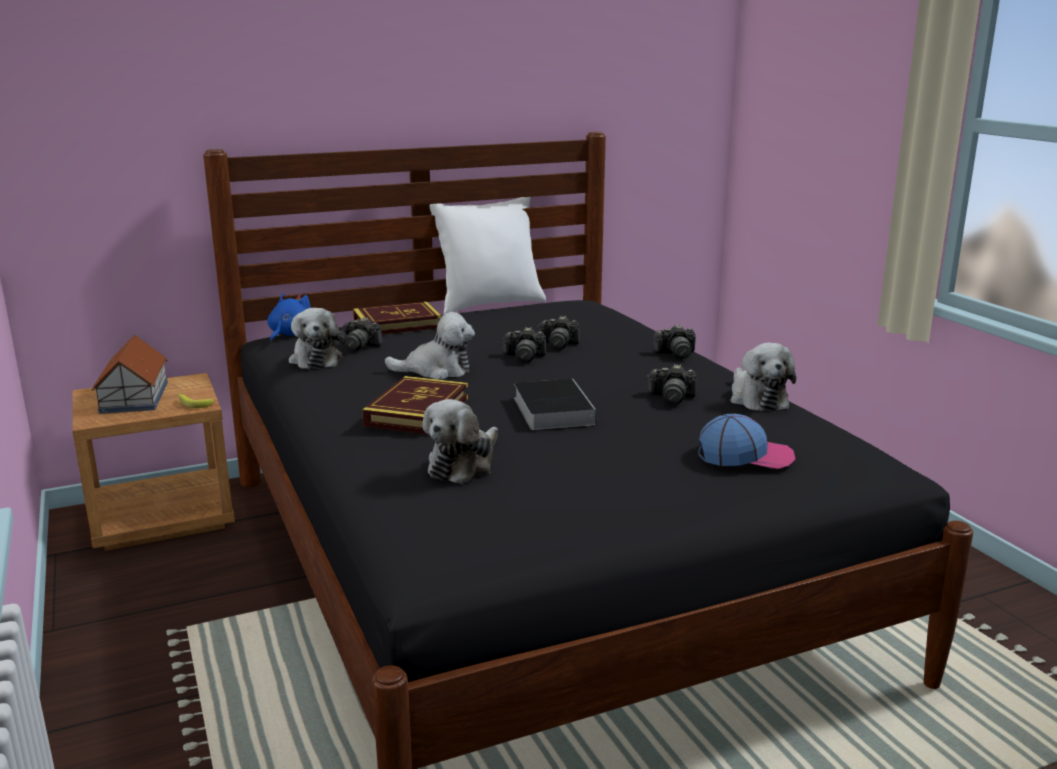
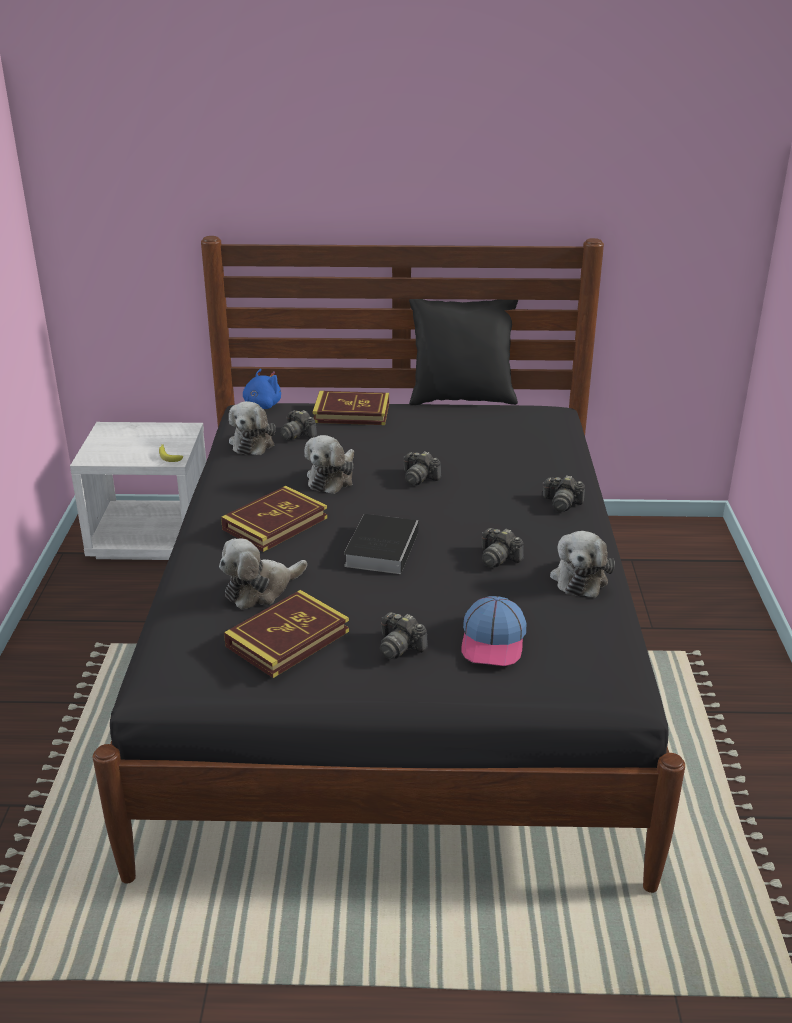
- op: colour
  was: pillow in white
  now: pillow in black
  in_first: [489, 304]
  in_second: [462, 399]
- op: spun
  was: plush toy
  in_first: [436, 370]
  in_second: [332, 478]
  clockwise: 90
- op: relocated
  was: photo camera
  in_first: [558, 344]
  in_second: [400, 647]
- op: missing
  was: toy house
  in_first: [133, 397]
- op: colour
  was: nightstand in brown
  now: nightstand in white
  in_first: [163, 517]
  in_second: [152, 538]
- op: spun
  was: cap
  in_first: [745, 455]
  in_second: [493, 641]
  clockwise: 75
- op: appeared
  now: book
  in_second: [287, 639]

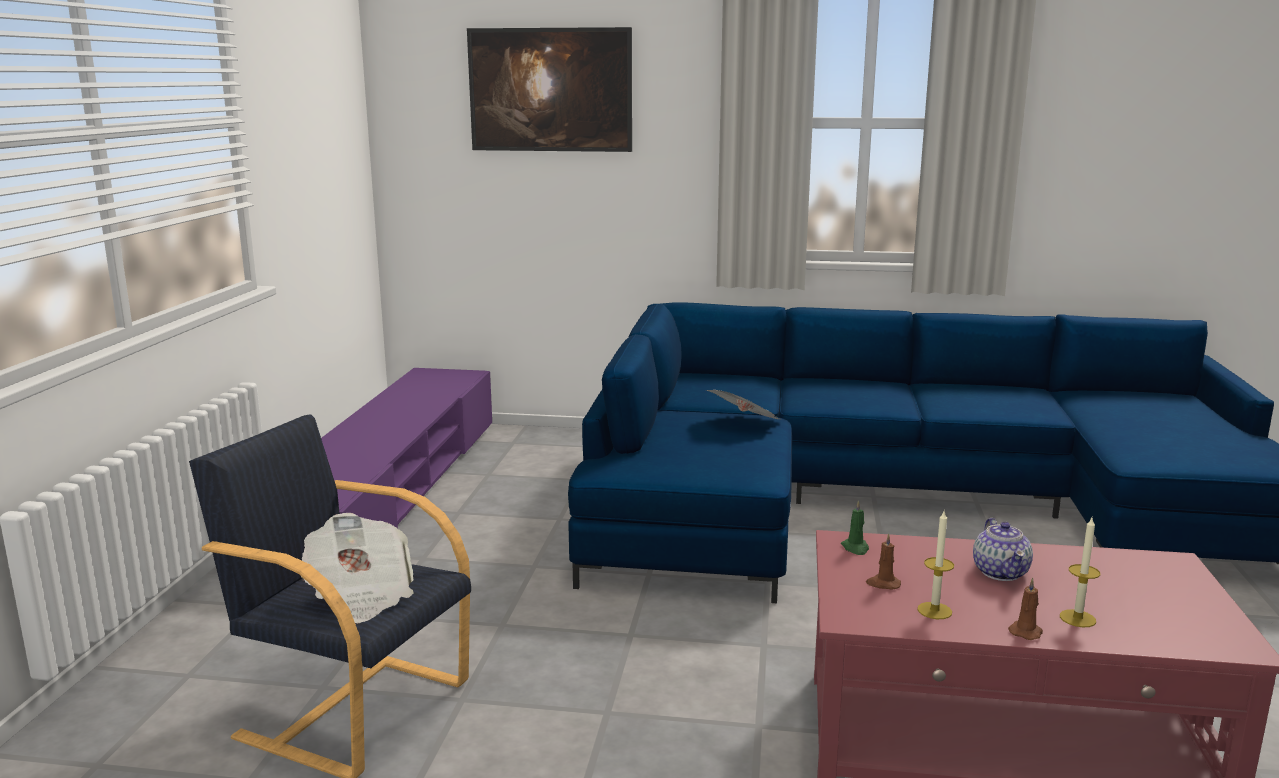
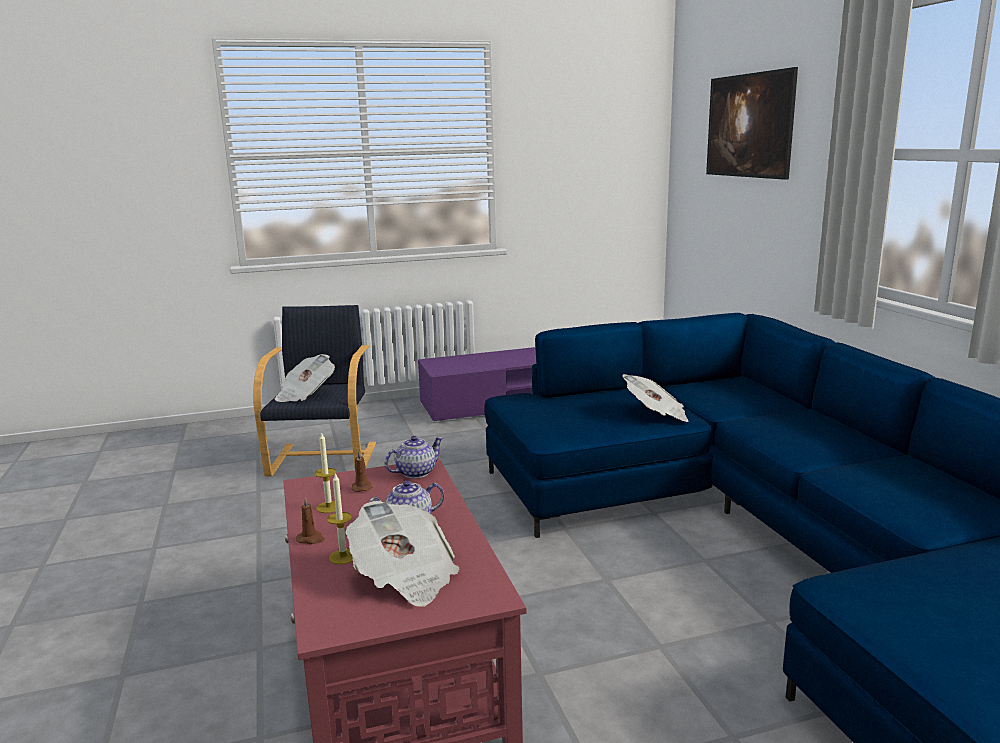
- op: exchanged
  was: candle in green
  now: teapot
  in_first: [855, 548]
  in_second: [415, 472]
- op: appeared
  now: newspaper
  in_second: [405, 577]

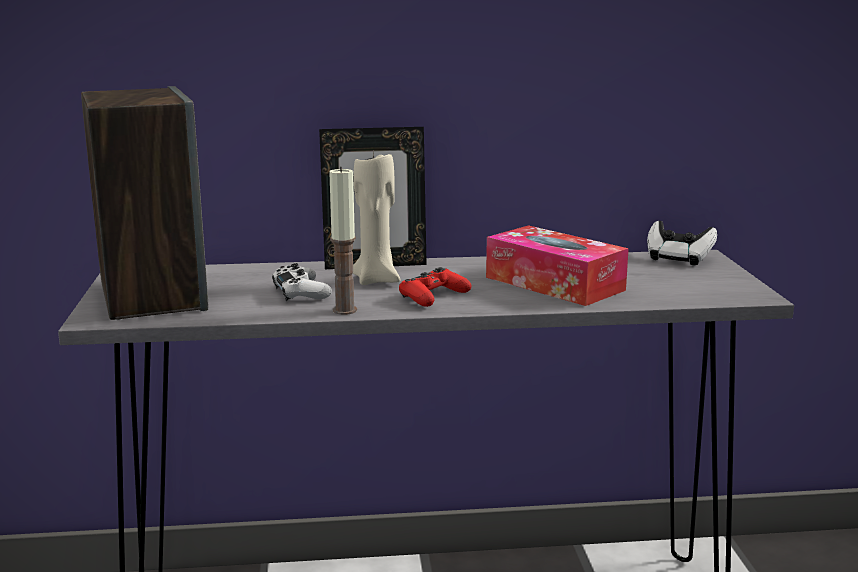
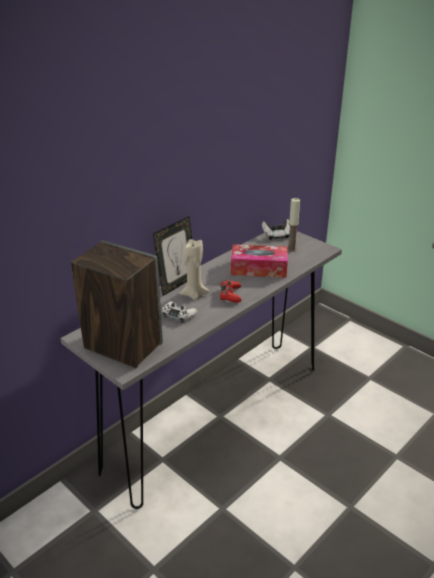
- op: relocated
  was: candle
  in_first: [344, 310]
  in_second: [291, 249]

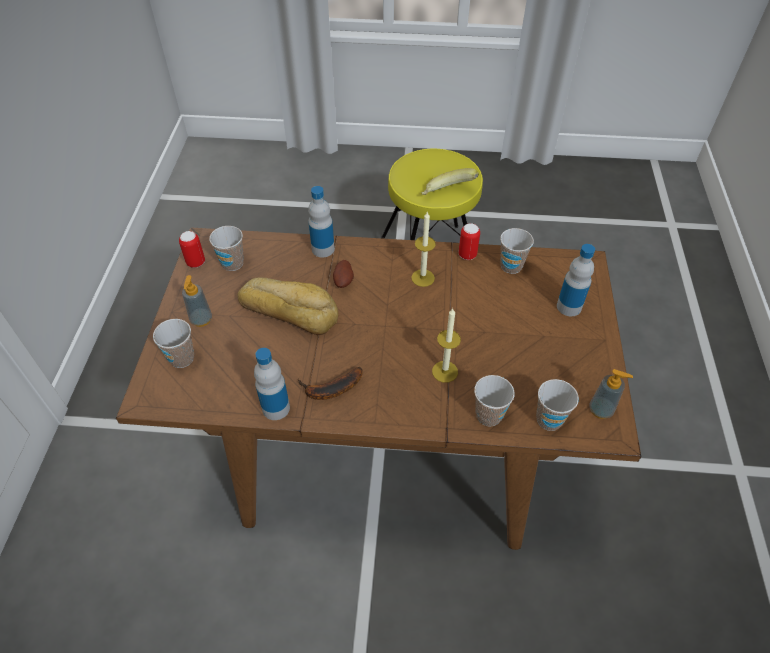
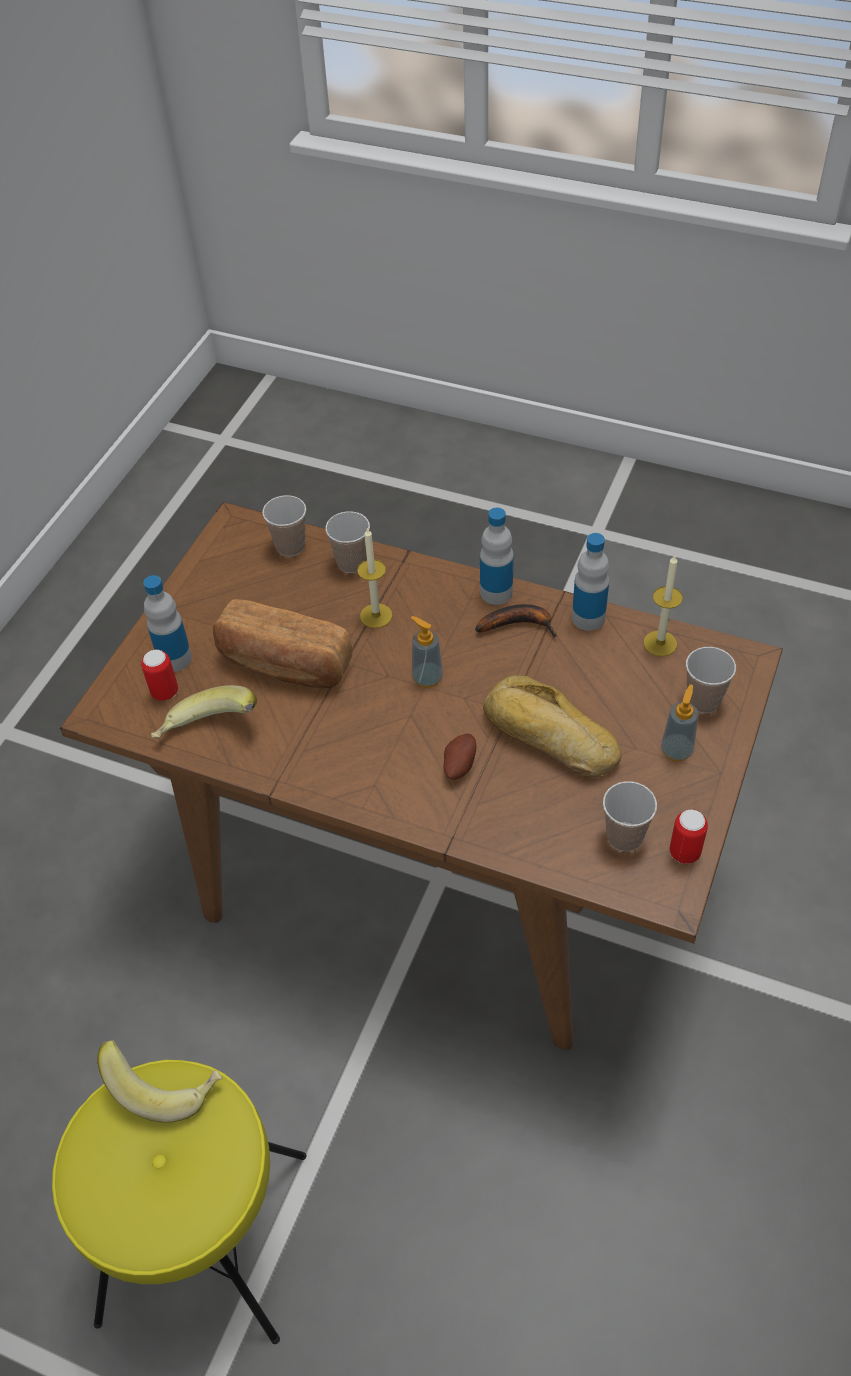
- op: relocated
  was: bottle
  in_first: [323, 249]
  in_second: [496, 592]
- op: relocated
  was: candle
  in_first: [423, 278]
  in_second: [660, 643]
- op: relocated
  was: can
  in_first: [467, 255]
  in_second: [165, 692]
- op: exchanged
  was: cup
  now: banana
  in_first: [511, 266]
  in_second: [208, 733]
- op: relocated
  was: soap dispenser
  in_first: [601, 410]
  in_second: [427, 678]
- op: appeared
  now: bread
  in_second: [284, 664]

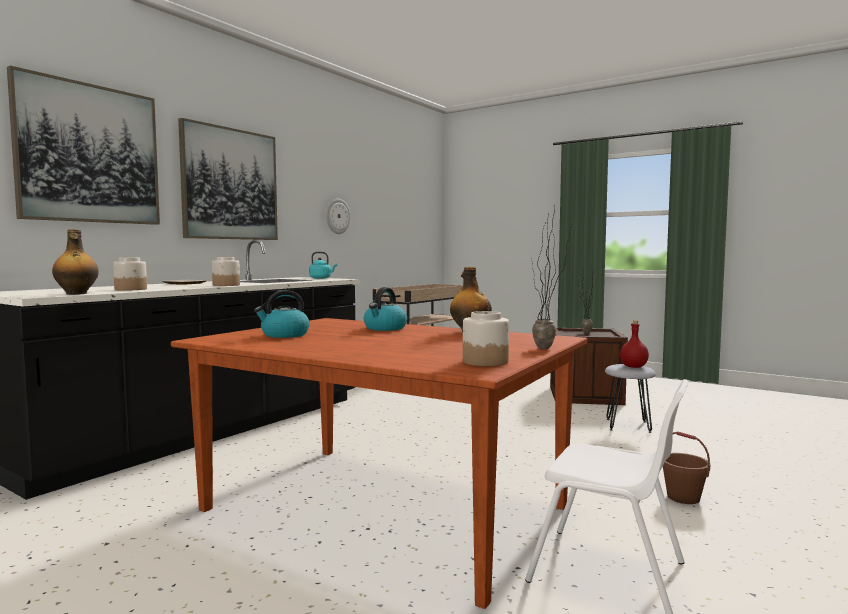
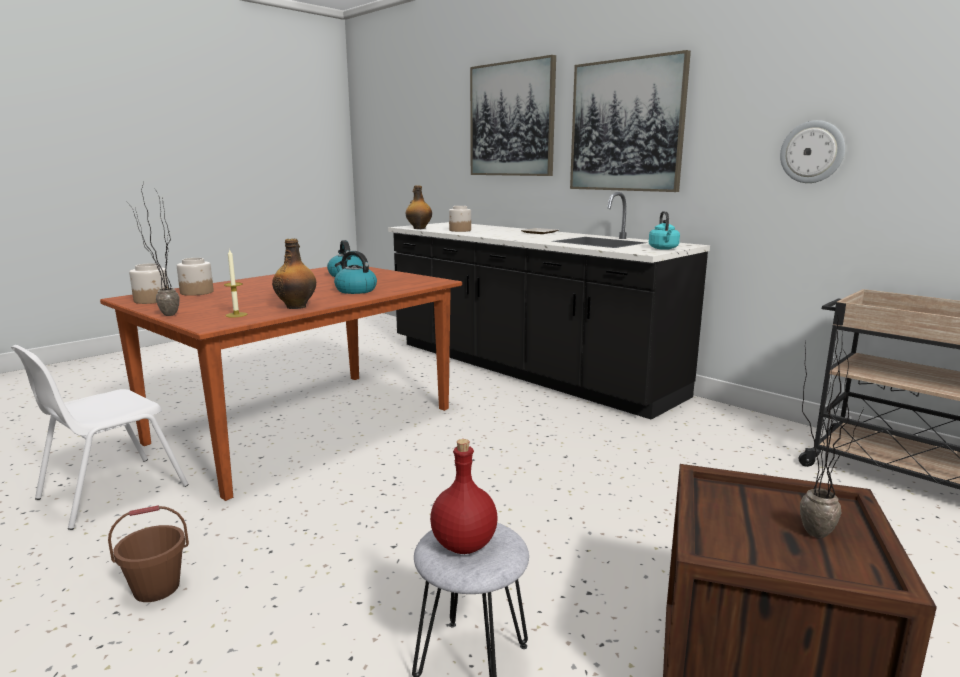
- op: relocated
  was: jar
  in_first: [226, 285]
  in_second: [197, 292]
- op: appeared
  now: candle
  in_second: [236, 315]

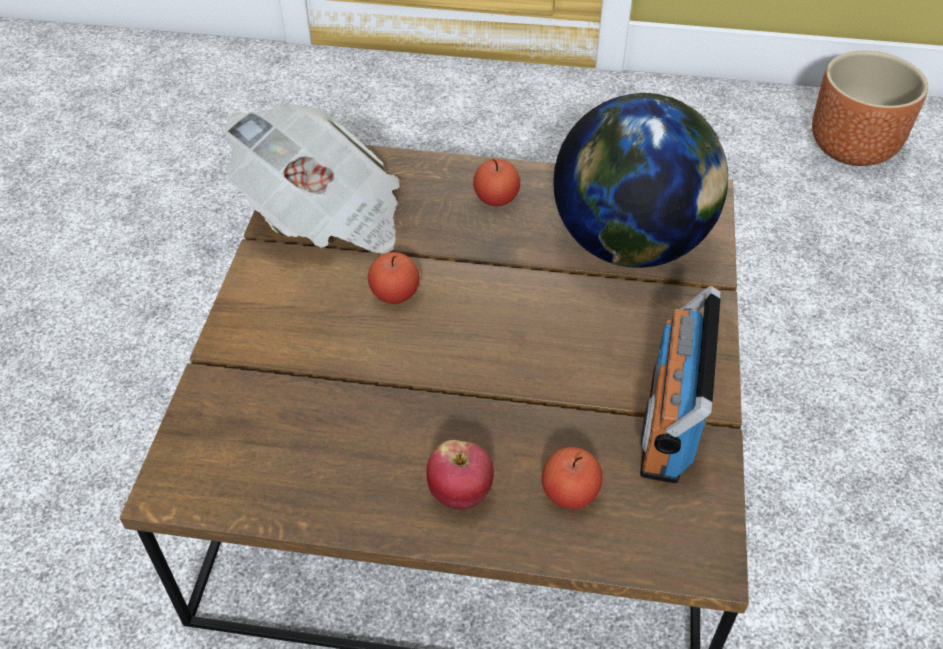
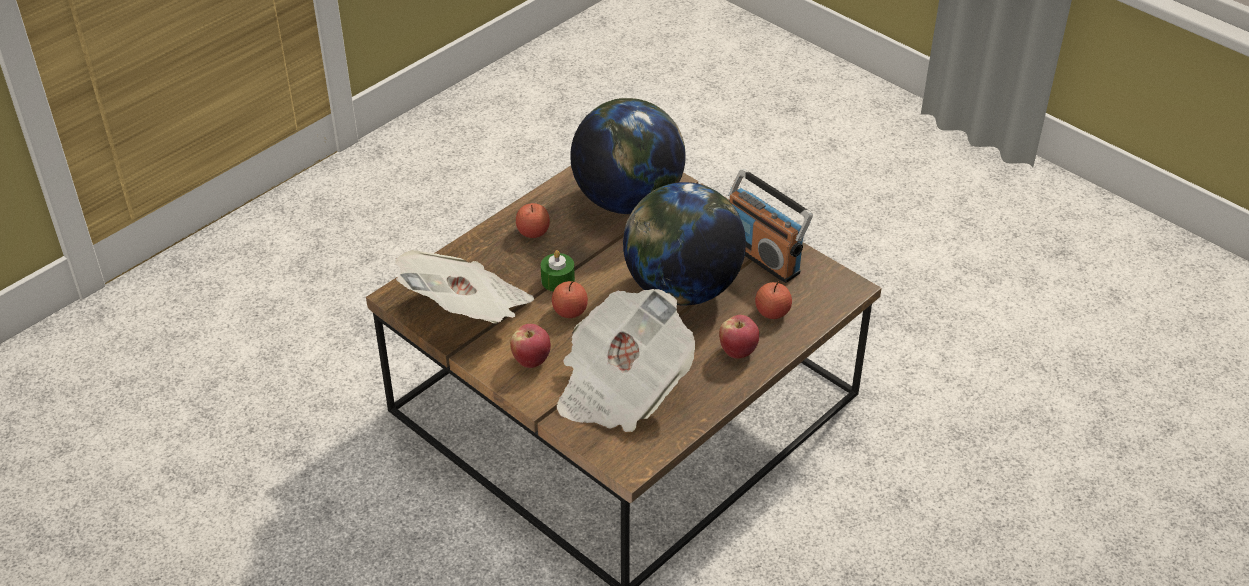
- op: missing
  was: planter in brown
  in_first: [852, 147]
- op: appeared
  now: globe
  in_second: [682, 289]
- op: appeared
  now: candle in green
  in_second: [558, 280]
- op: appeared
  now: newspaper
  in_second: [621, 387]
- op: appeared
  now: apple
  in_second: [531, 360]

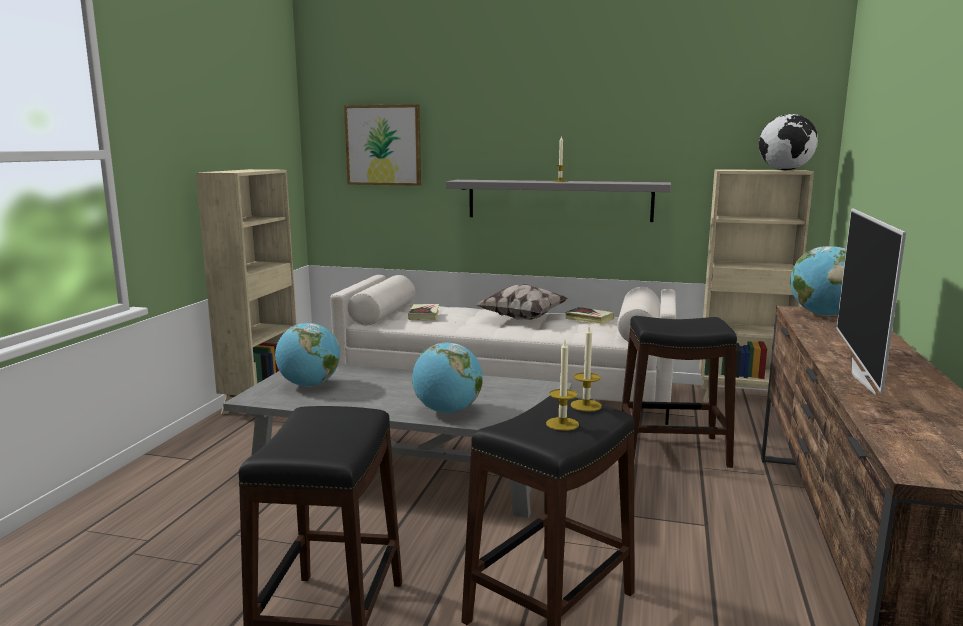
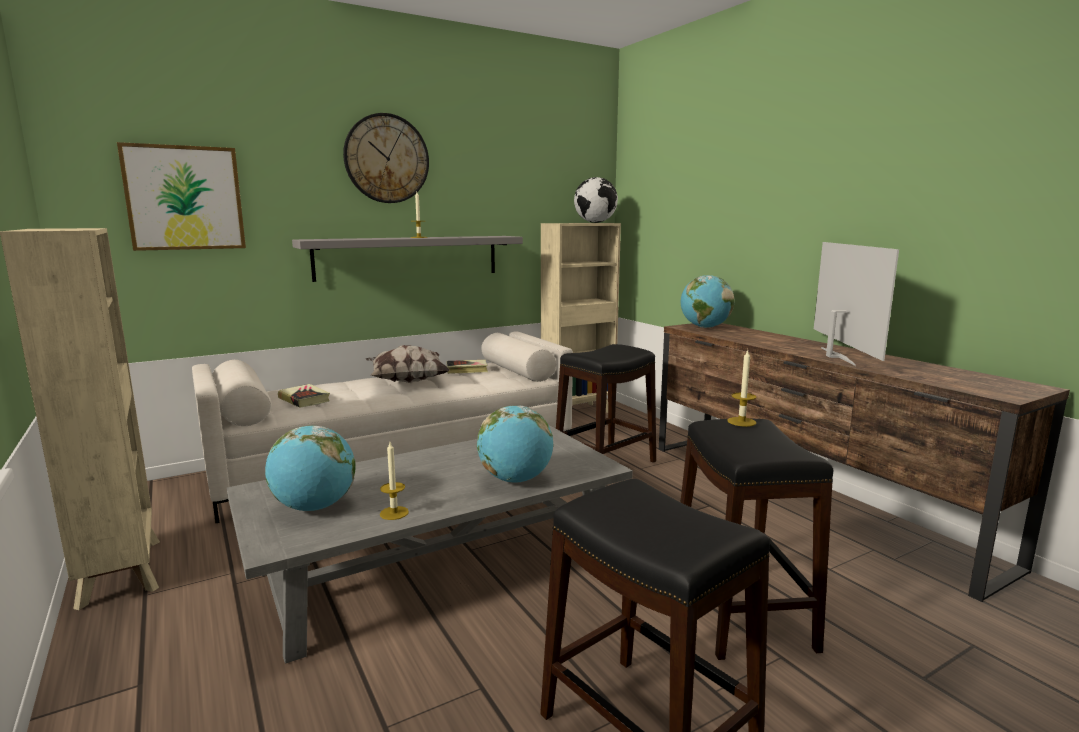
- op: spun
  was: television
  in_first: [865, 375]
  in_second: [835, 356]
  clockwise: -150
- op: relocated
  was: candle
  in_first: [562, 424]
  in_second: [394, 513]
- op: appeared
  now: wall clock
  in_second: [386, 159]

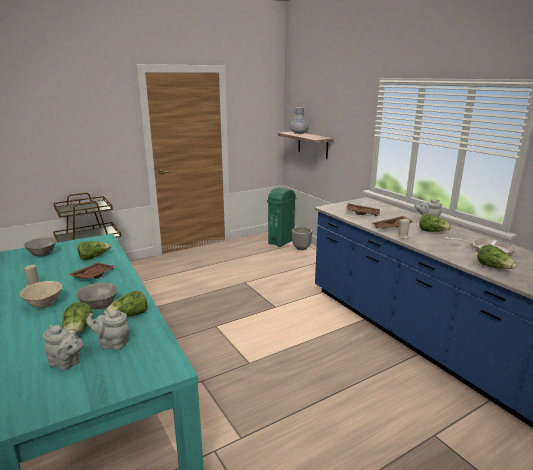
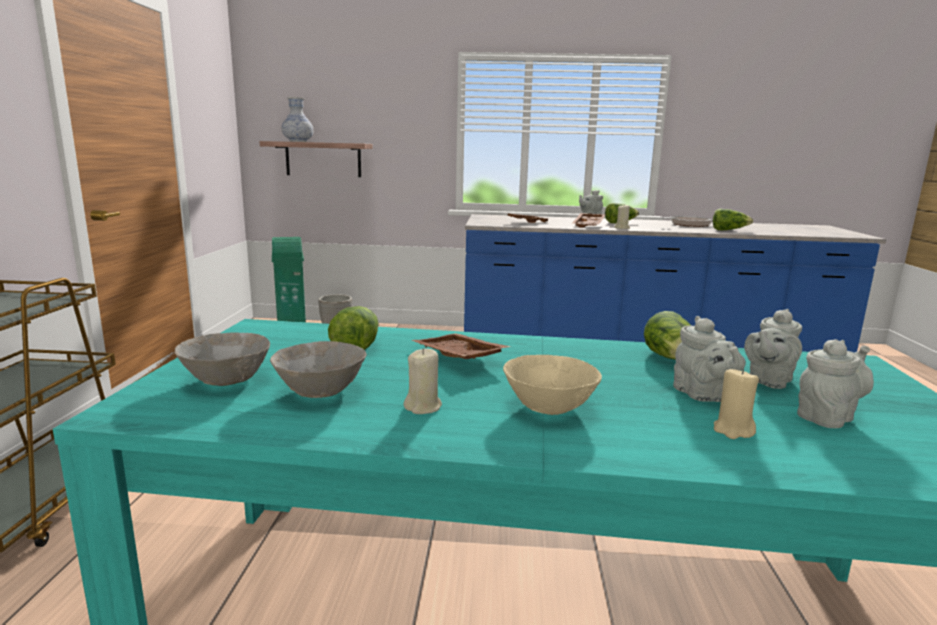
- op: relocated
  was: bowl in grey
  in_first: [99, 305]
  in_second: [319, 392]
- op: exchanged
  was: lettuce
  now: teapot in grey
  in_first: [79, 330]
  in_second: [702, 395]
- op: appeared
  now: candle in beige
  in_second: [733, 430]

